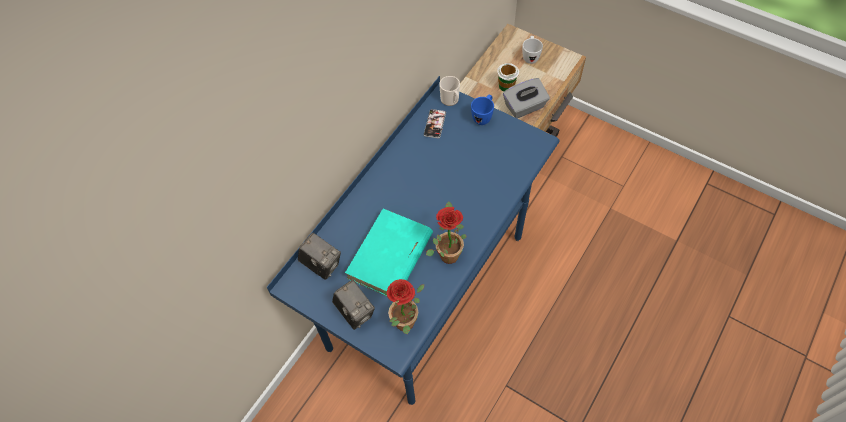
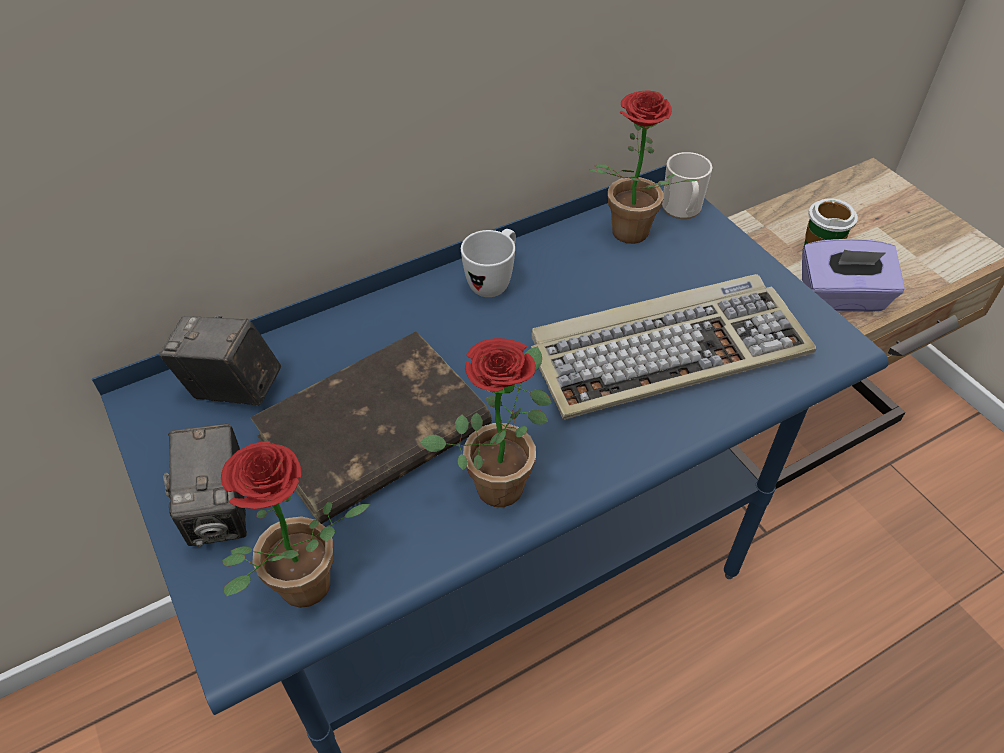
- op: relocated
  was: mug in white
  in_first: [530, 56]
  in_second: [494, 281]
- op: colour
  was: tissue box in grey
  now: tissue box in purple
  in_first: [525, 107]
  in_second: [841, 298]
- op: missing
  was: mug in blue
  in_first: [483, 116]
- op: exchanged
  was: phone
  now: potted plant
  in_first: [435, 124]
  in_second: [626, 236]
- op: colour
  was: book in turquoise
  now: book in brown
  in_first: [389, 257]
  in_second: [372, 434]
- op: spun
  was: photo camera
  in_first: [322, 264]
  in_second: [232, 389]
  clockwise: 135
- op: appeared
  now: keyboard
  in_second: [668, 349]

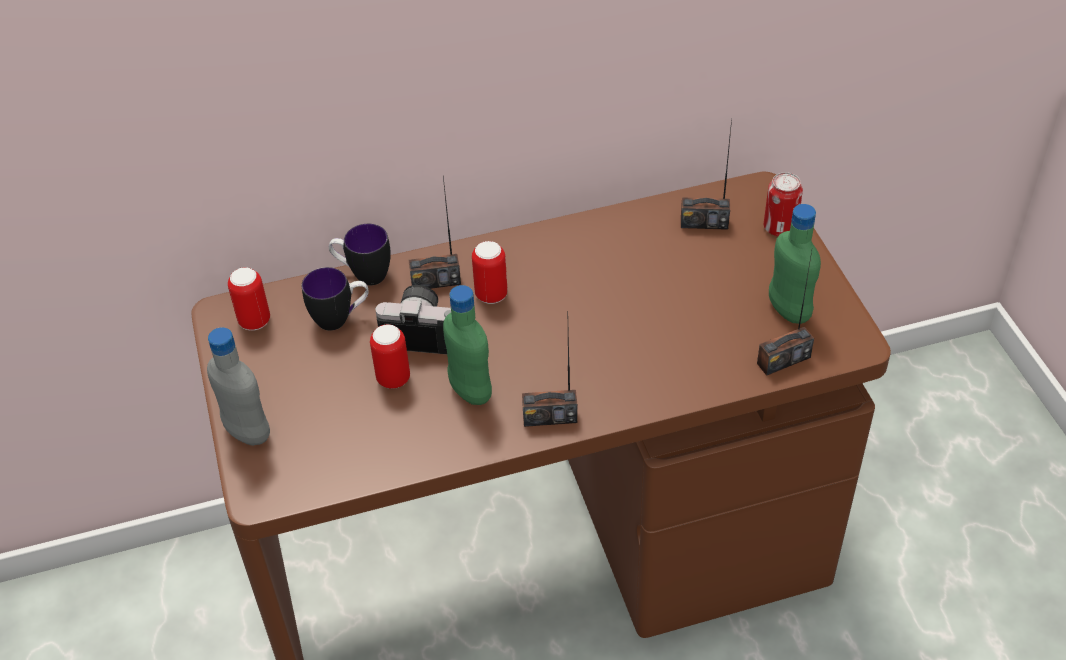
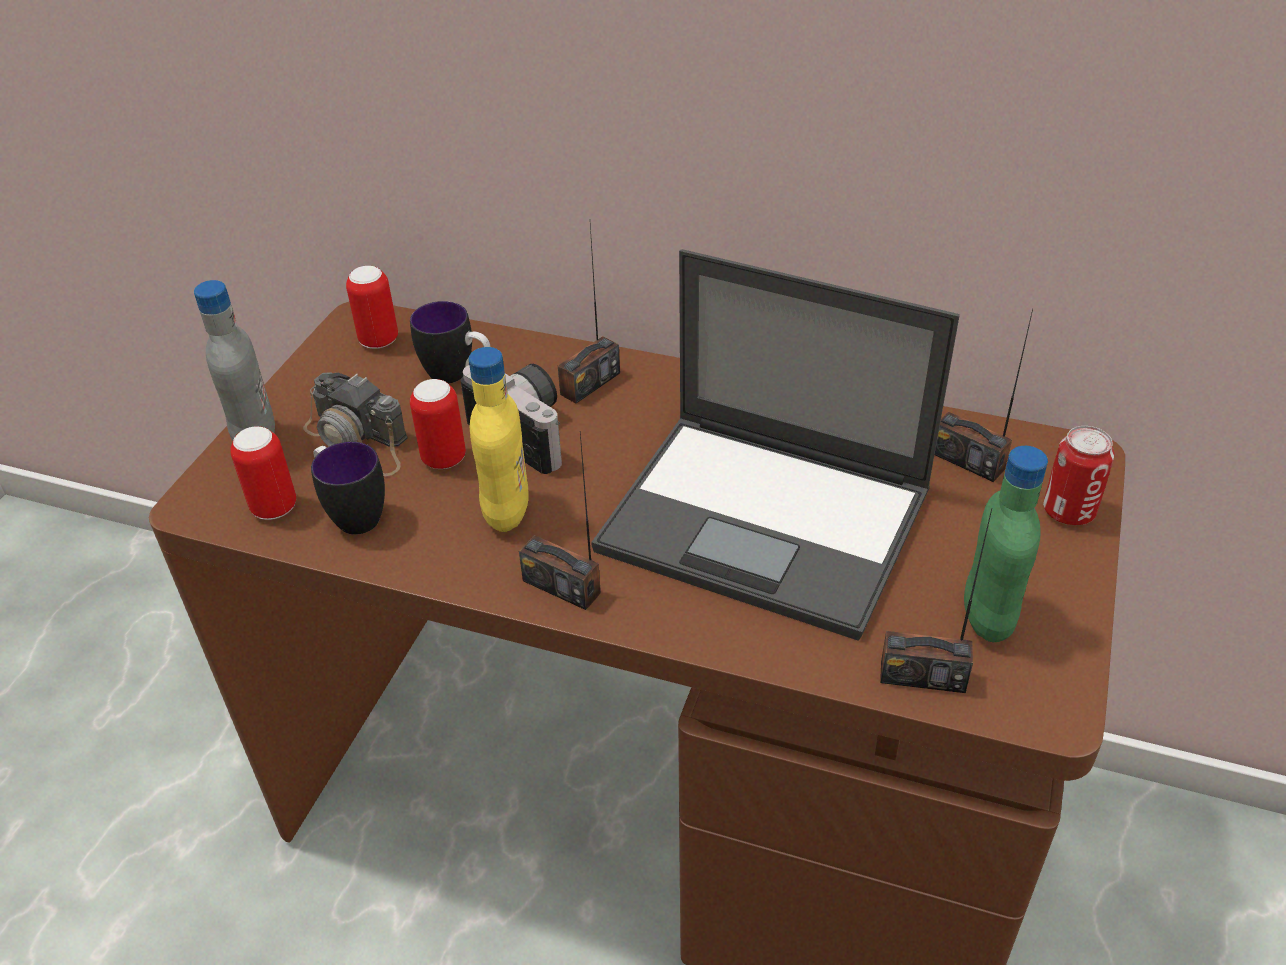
- op: spun
  was: radio
  in_first: [436, 281]
  in_second: [590, 383]
  clockwise: -75
- op: relocated
  was: mug
  in_first: [363, 275]
  in_second: [352, 514]
- op: relocated
  was: can
  in_first: [491, 295]
  in_second: [274, 507]
- op: colour
  was: bottle in green
  now: bottle in yellow
  in_first: [470, 391]
  in_second: [506, 512]
- op: appeared
  now: laptop
  in_second: [768, 521]
- op: appeared
  now: photo camera
  in_second: [359, 440]

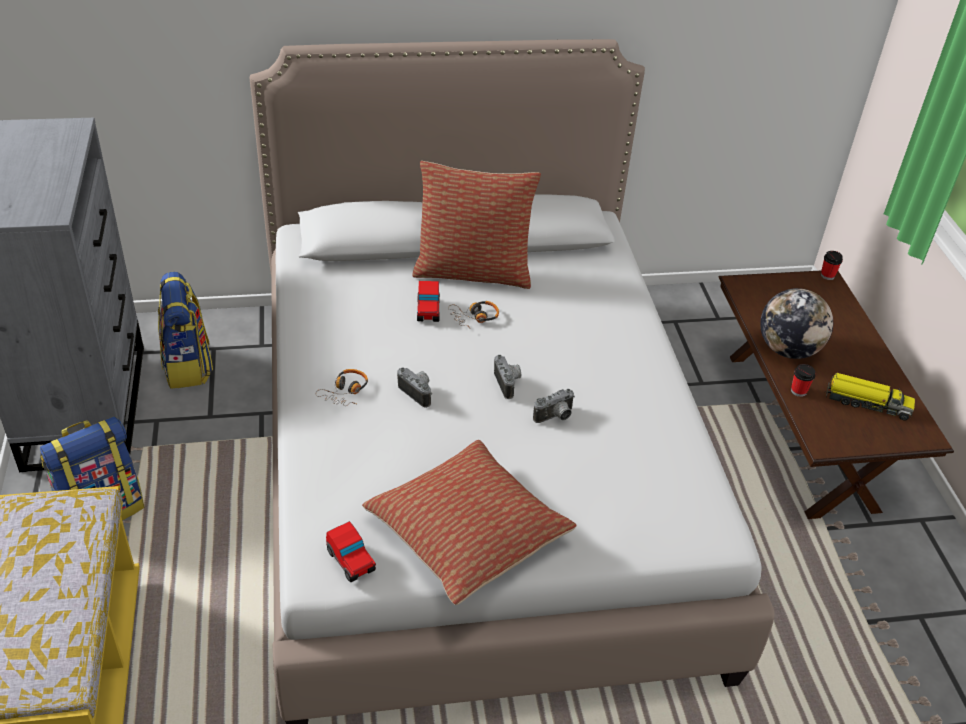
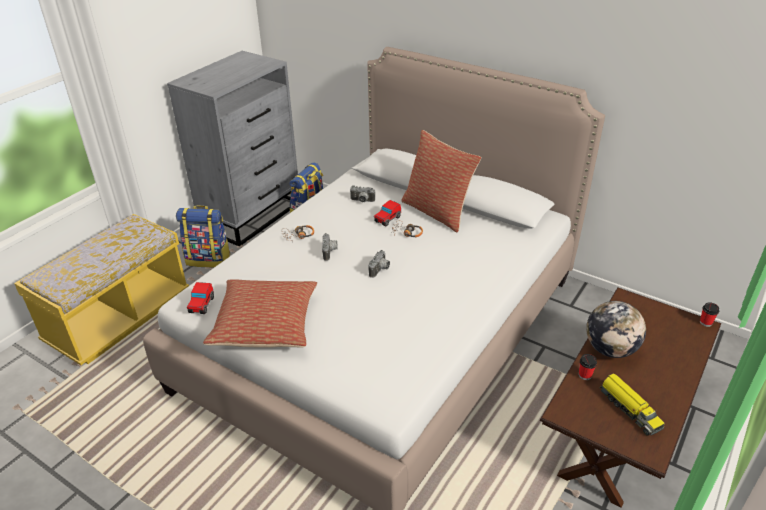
- op: relocated
  was: photo camera
  in_first: [555, 417]
  in_second: [362, 201]

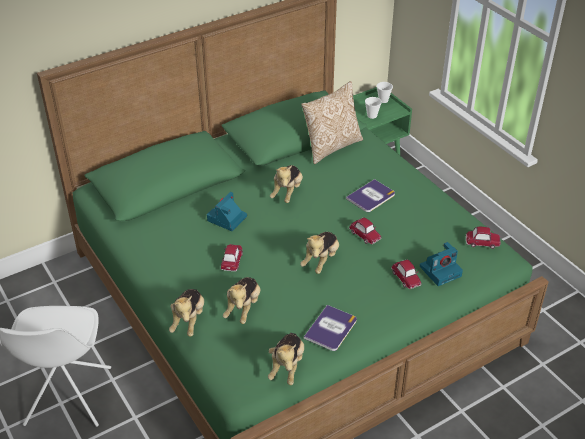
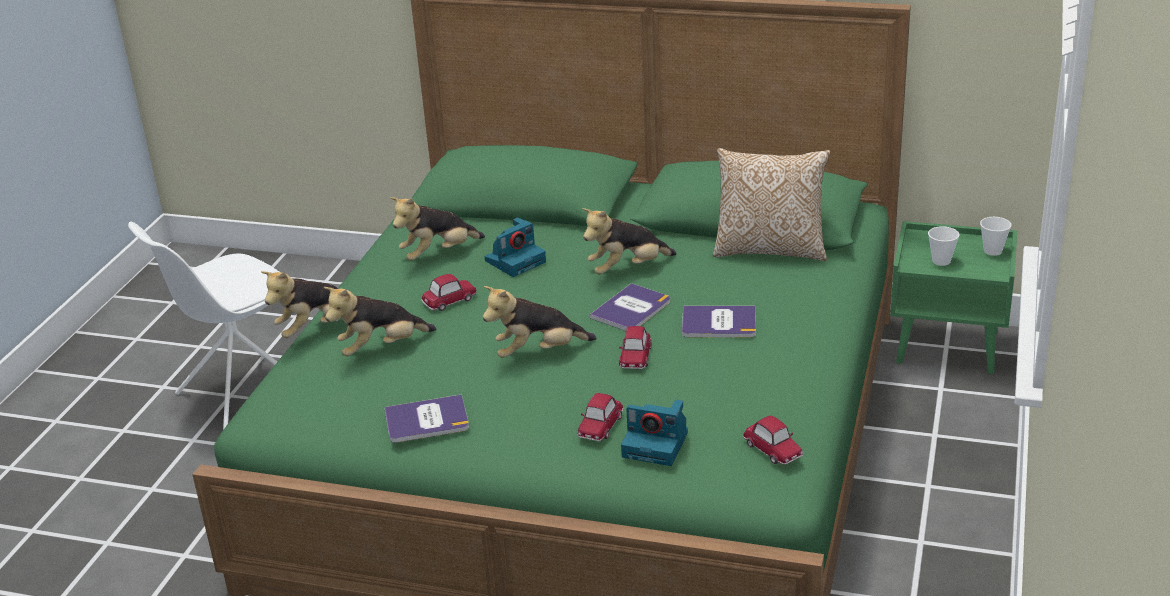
- op: spun
  was: photo camera
  in_first: [227, 219]
  in_second: [516, 260]
  clockwise: 150
- op: relocated
  was: plush toy
  in_first: [287, 366]
  in_second: [438, 254]
- op: appeared
  now: book
  in_second: [631, 309]

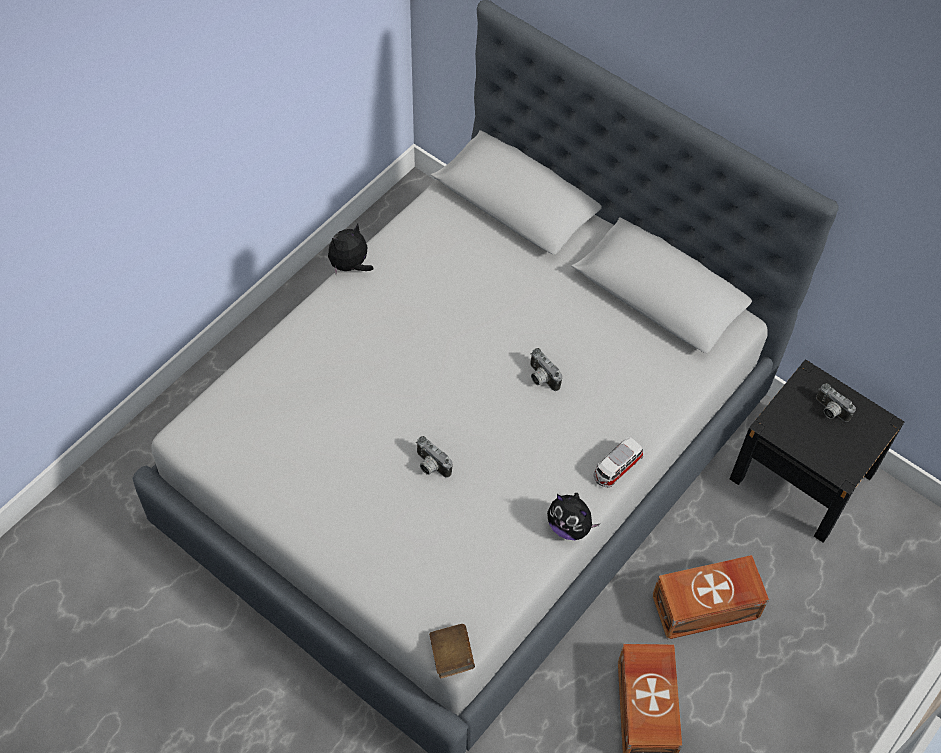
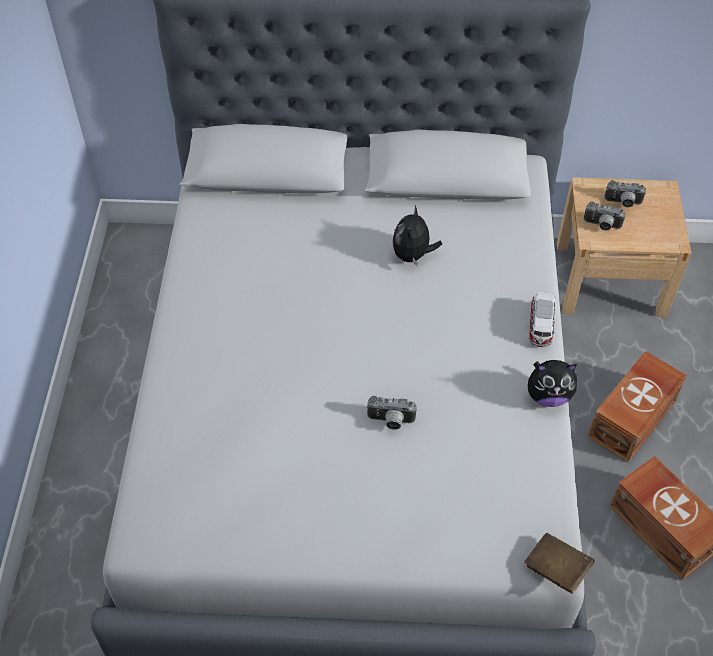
- op: relocated
  was: plush toy
  in_first: [350, 266]
  in_second: [413, 255]
- op: relocated
  was: photo camera
  in_first: [541, 378]
  in_second: [601, 226]
- op: colour
  was: nightstand in black
  now: nightstand in beige
  in_first: [802, 476]
  in_second: [610, 279]

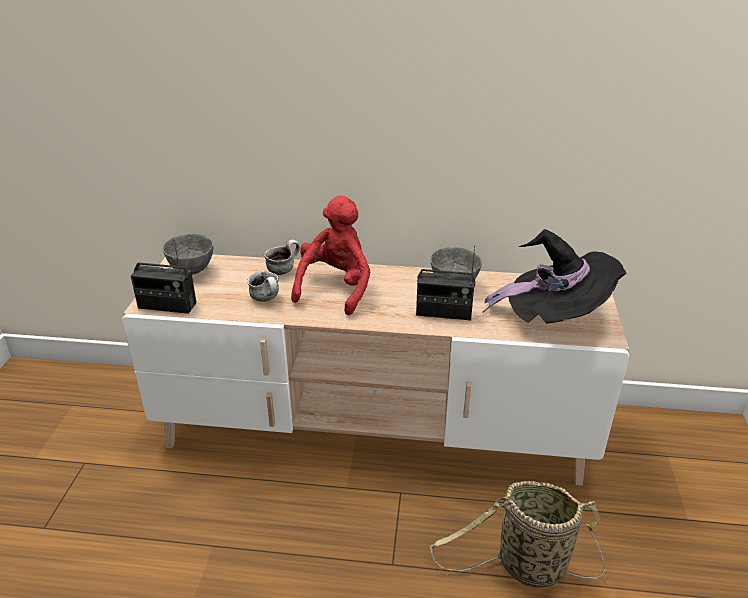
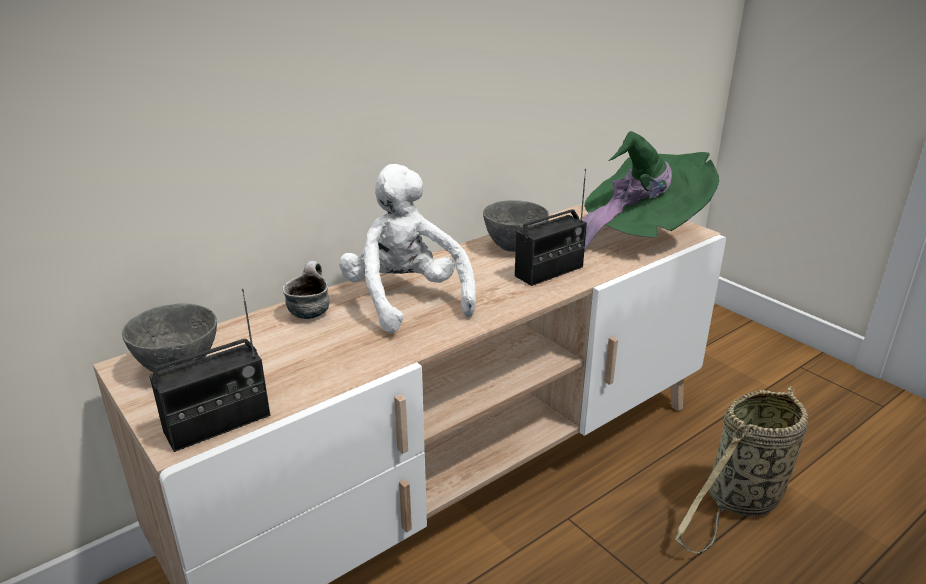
- op: colour
  was: plush toy in red
  now: plush toy in white
  in_first: [335, 288]
  in_second: [406, 300]
- op: colour
  was: hat in black
  now: hat in green
  in_first: [555, 318]
  in_second: [637, 236]
- op: missing
  was: mug
  in_first: [268, 299]

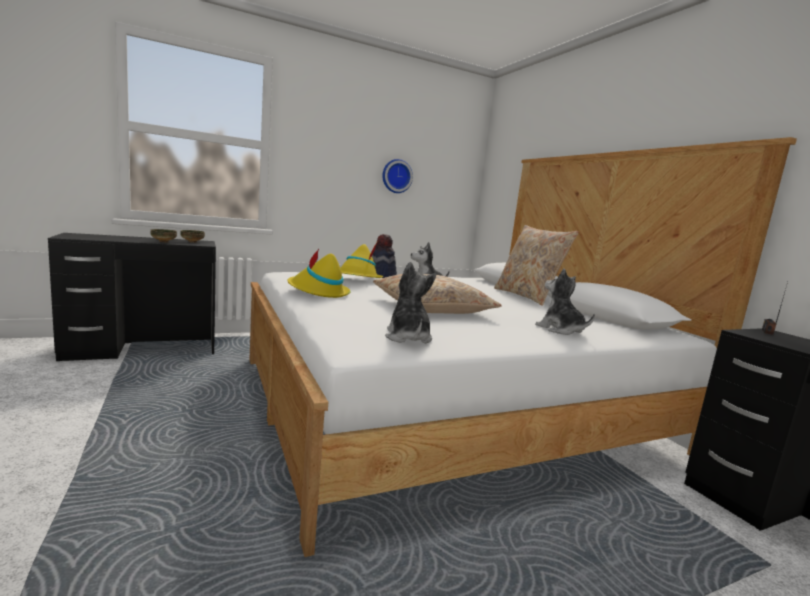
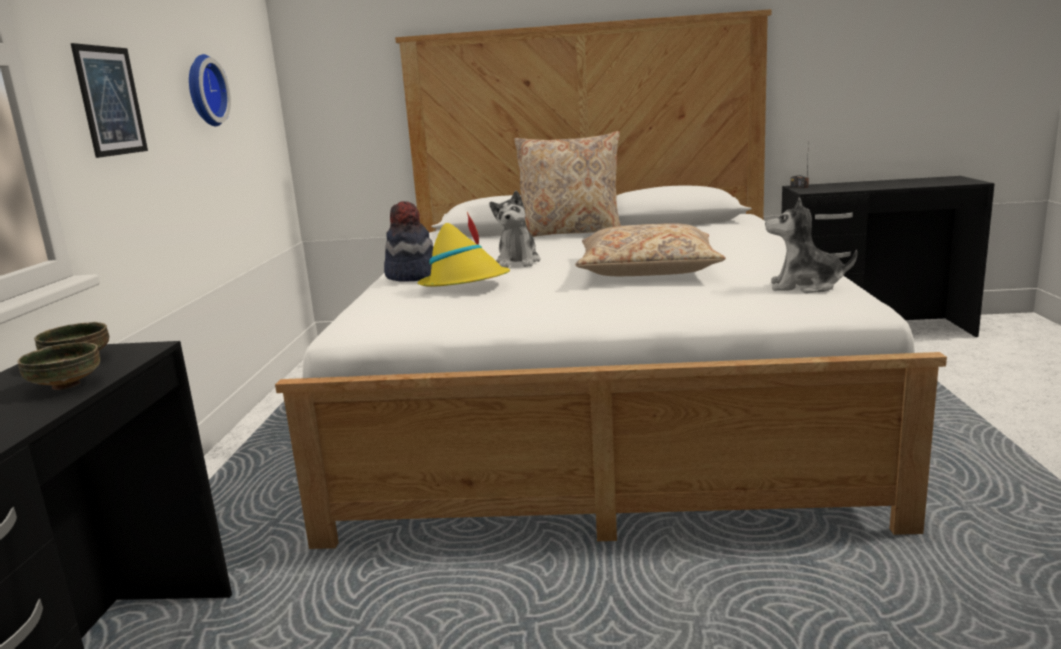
- op: missing
  was: hat in yellow
  in_first: [318, 292]
- op: missing
  was: plush toy
  in_first: [560, 330]
- op: appeared
  now: picture
  in_second: [110, 101]

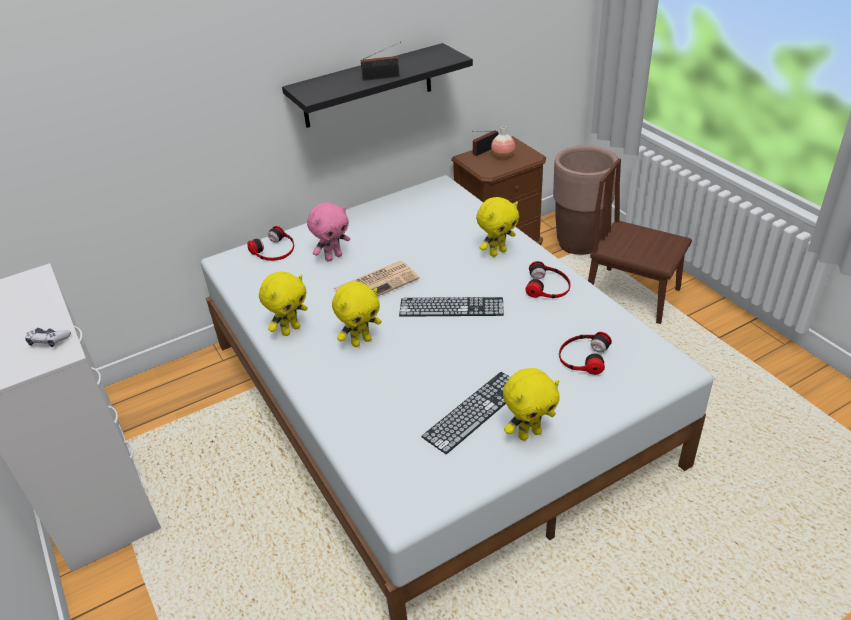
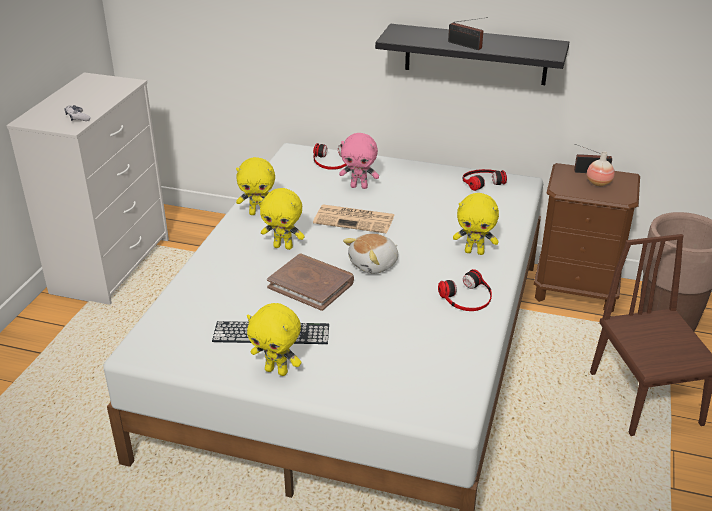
- op: exchanged
  was: keyboard
  now: plush toy
  in_first: [451, 307]
  in_second: [374, 264]
- op: relocated
  was: headphones
  in_first: [583, 357]
  in_second: [482, 181]
- op: appeared
  now: book in brown
  in_second: [311, 285]

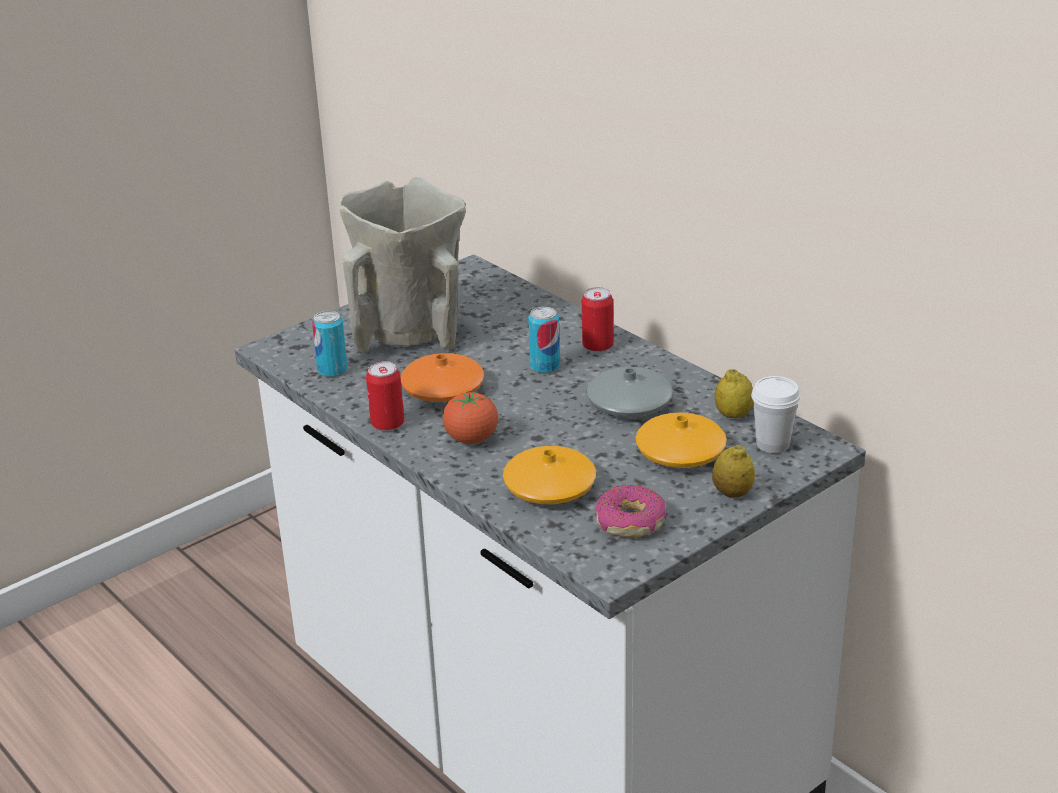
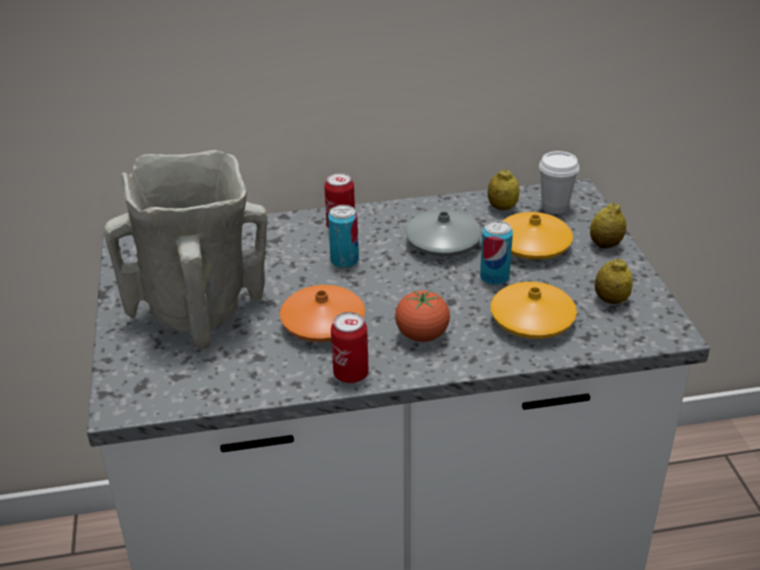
- op: relocated
  was: can
  in_first: [332, 370]
  in_second: [494, 277]
- op: exchanged
  was: donut
  now: lemon
  in_first: [631, 522]
  in_second: [611, 300]

